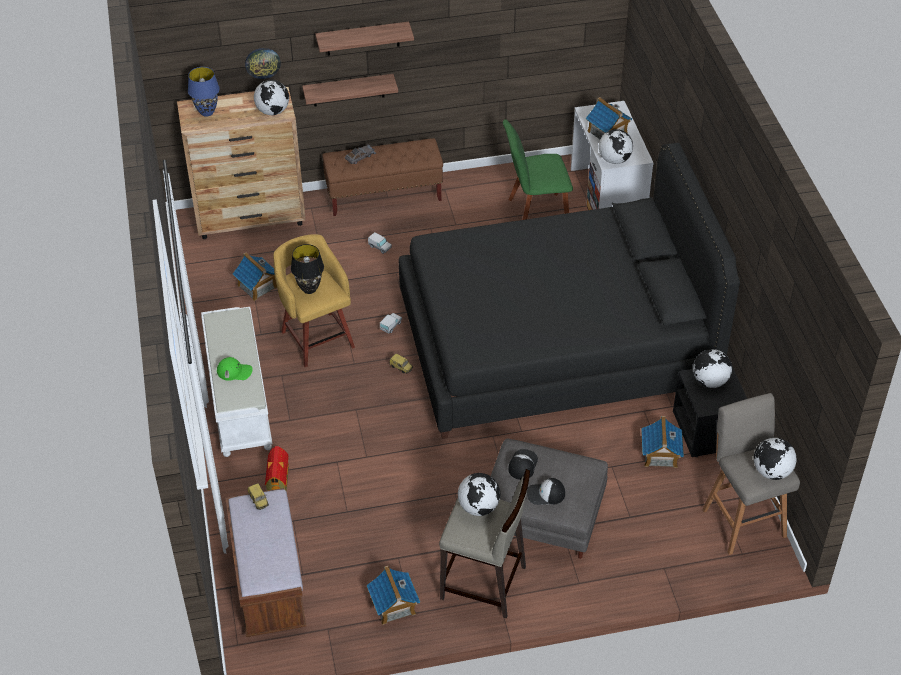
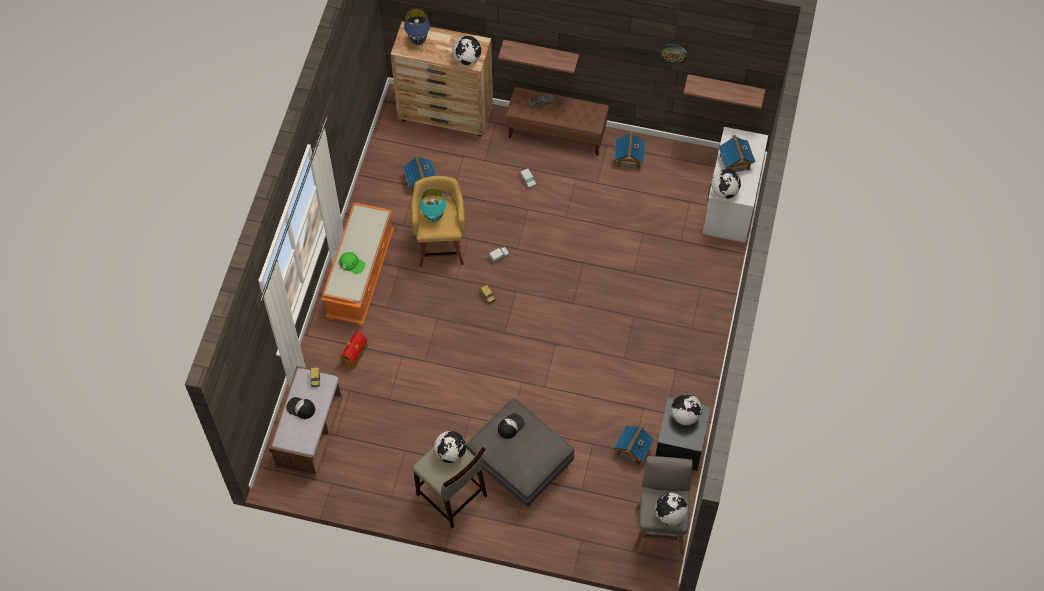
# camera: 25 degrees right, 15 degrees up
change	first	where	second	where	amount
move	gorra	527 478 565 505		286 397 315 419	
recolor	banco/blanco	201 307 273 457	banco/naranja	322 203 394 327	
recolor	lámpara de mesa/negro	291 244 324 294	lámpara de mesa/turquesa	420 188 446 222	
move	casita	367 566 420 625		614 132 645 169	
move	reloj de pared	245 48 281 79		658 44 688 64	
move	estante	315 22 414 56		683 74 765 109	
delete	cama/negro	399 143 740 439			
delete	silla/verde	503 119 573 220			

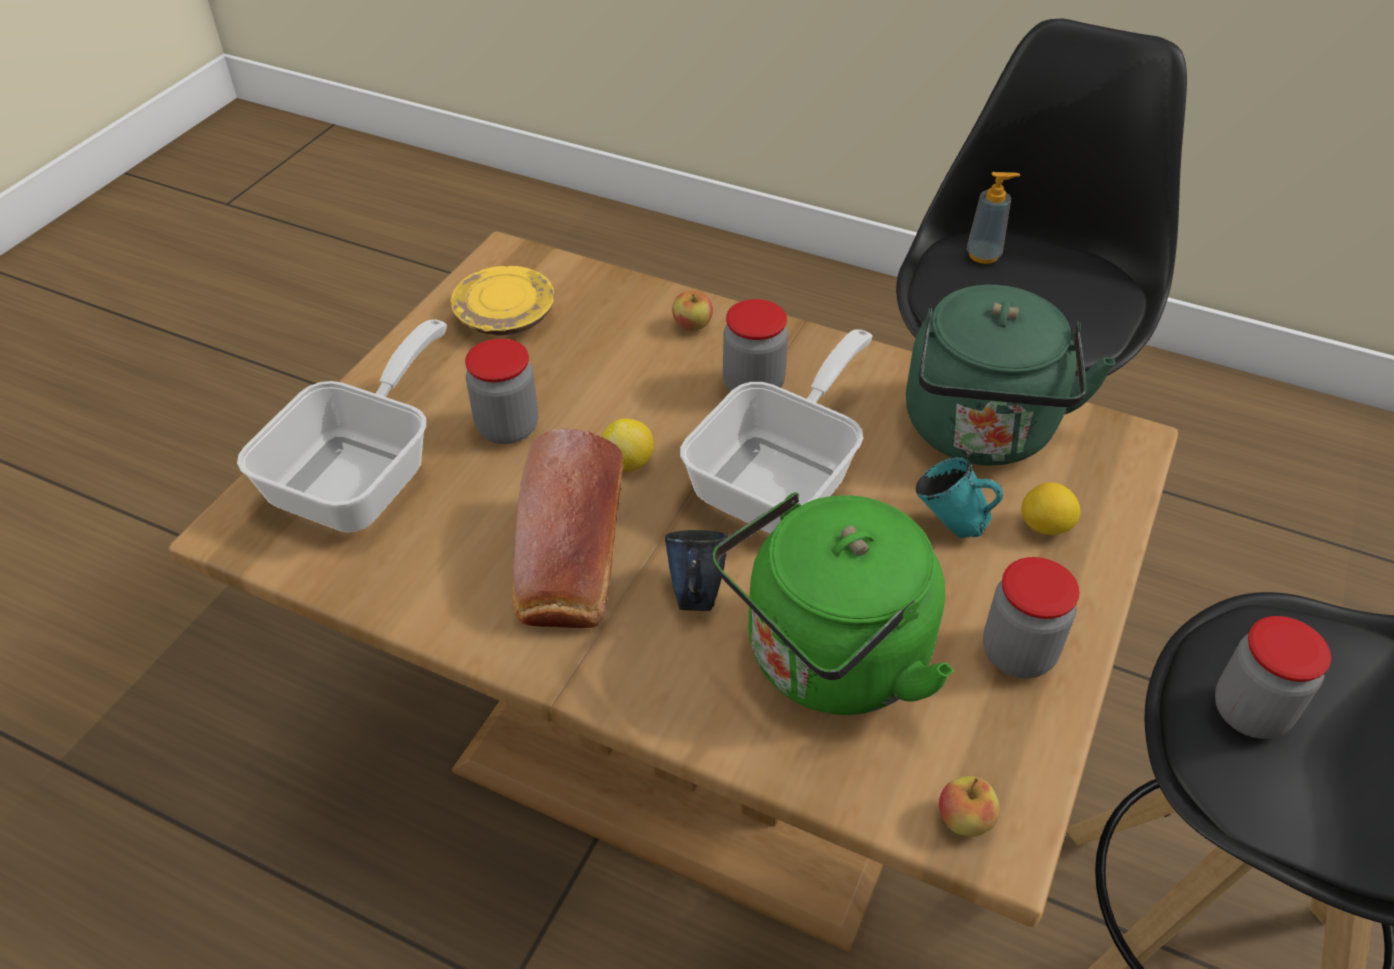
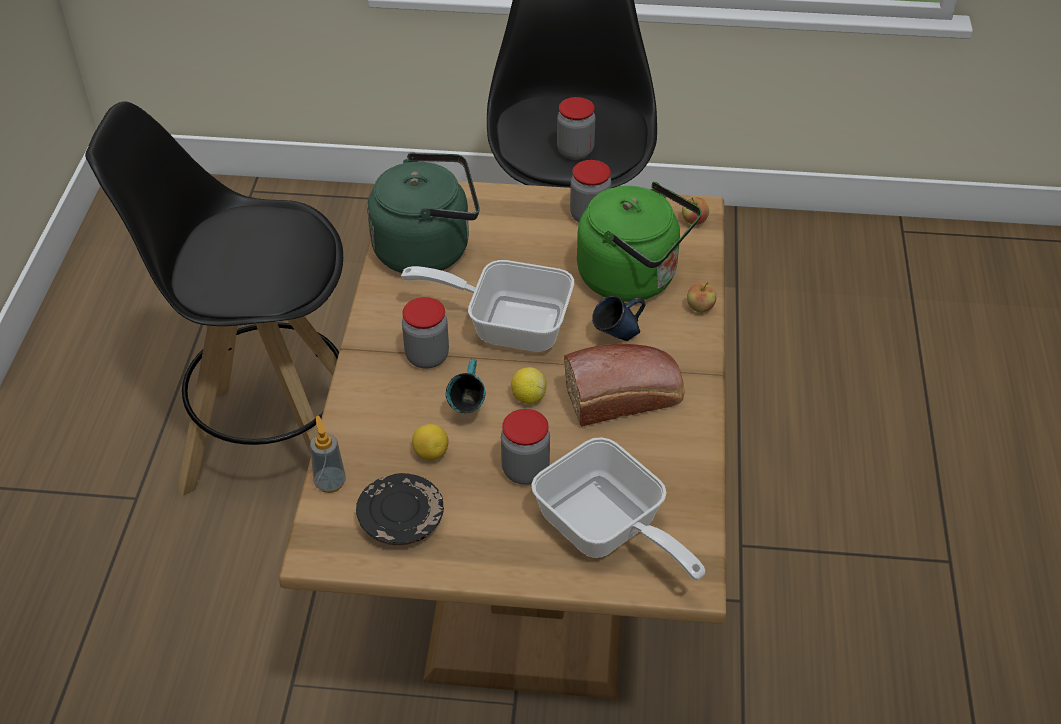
# camera: 110 degrees left, 0 degrees up
change	first	where	second	where	amount
move	dispensador de jabón	967 172 1020 264		310 416 346 493	
recolor	plato/amarillo	451 266 554 336	plato/negro	356 473 444 545	
move	limón	1021 482 1080 535		412 424 449 461	
move	taza grande/turquesa	916 457 1003 538		446 359 485 413	
rotate	sartén	237 319 447 532		531 437 705 581	135 degrees counterclockwise
move	manzana	672 290 713 331		687 282 716 313	

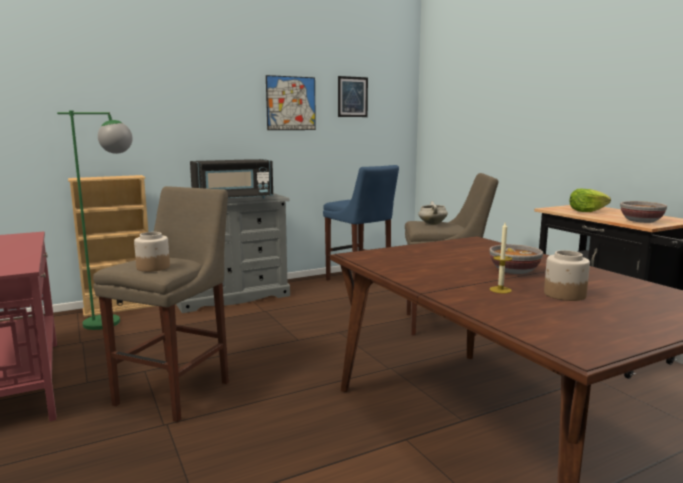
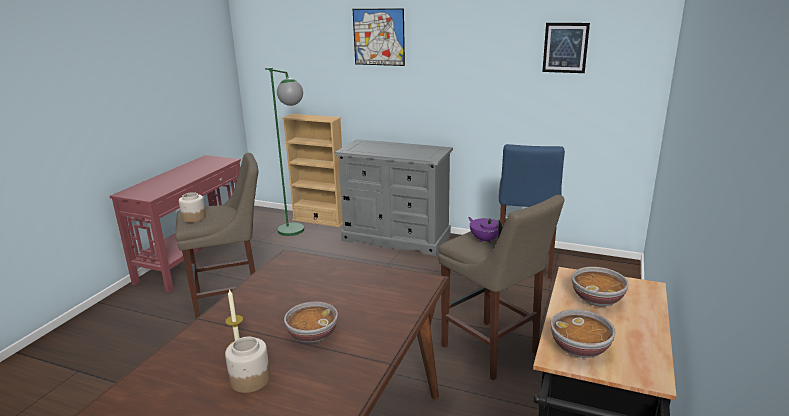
# camera: 50 degrees right, 10 degrees up
change	first	where	second	where	amount
move	cuadro	266 75 316 130		353 8 405 66	
replace	olla/blanco	418 201 448 225	tetera/morado	468 217 503 243	
replace	lechuga	570 189 611 212	cuenco	572 267 629 306	
delete	microondas/negro	190 159 273 199			

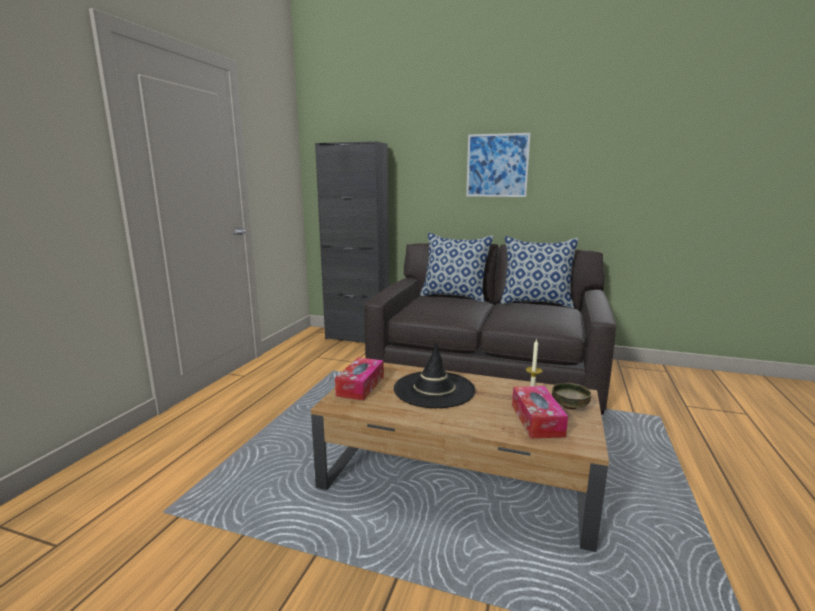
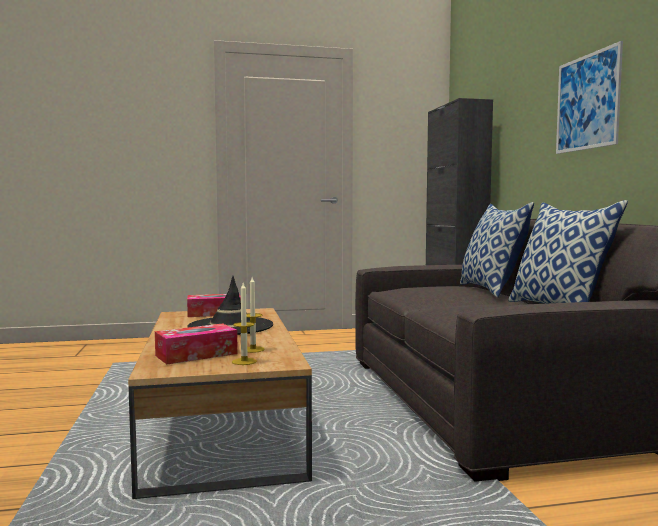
# camera: 60 degrees right, 10 degrees down
change	first	where	second	where	amount
replace	cuenco	552 383 591 410	vela	232 283 257 365	

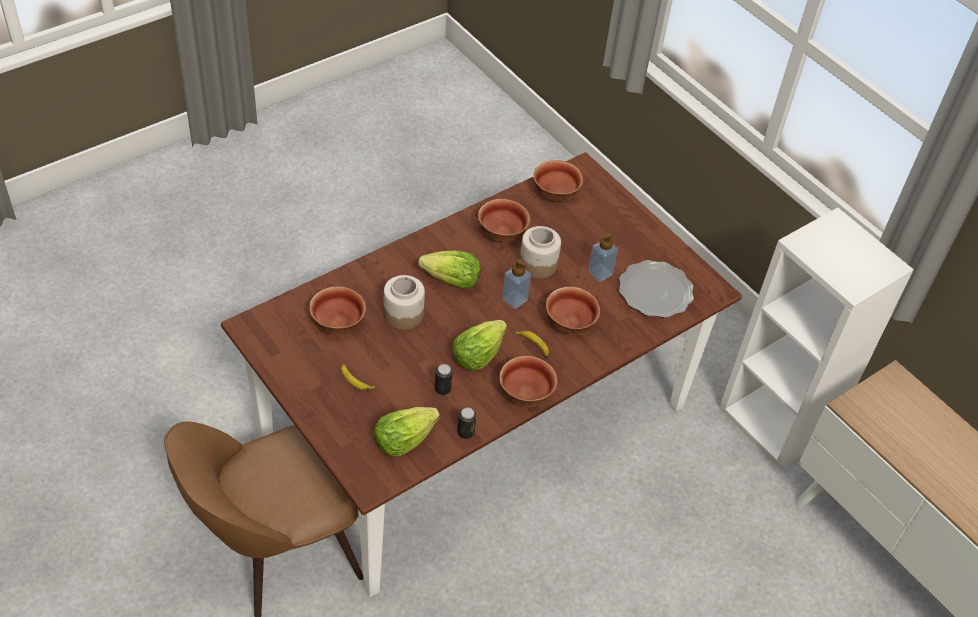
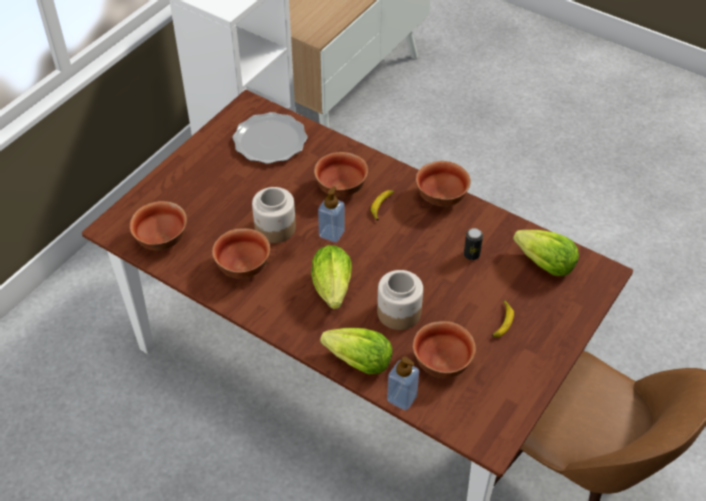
# camera: 105 degrees left, 0 degrees up
change	first	where	second	where	amount
move	lechuga	452 320 507 371		320 328 392 374	
move	dispensador de jabón	588 233 618 282		387 356 419 410	
delete	lata	458 408 476 439			

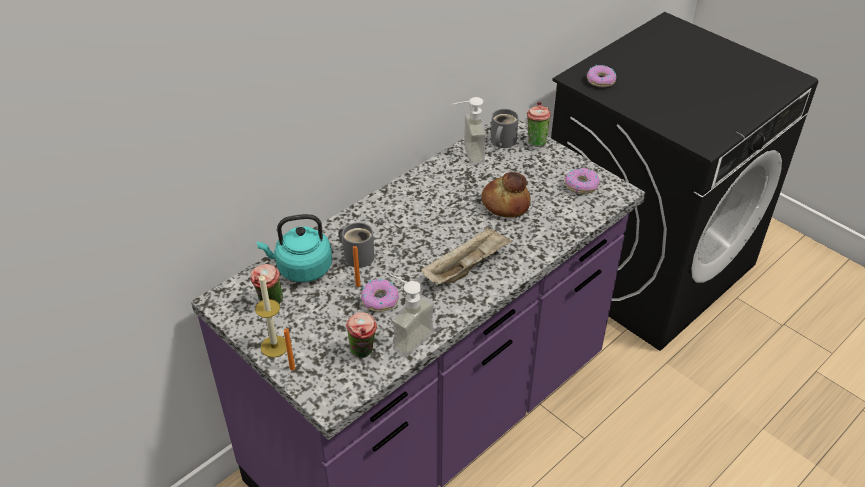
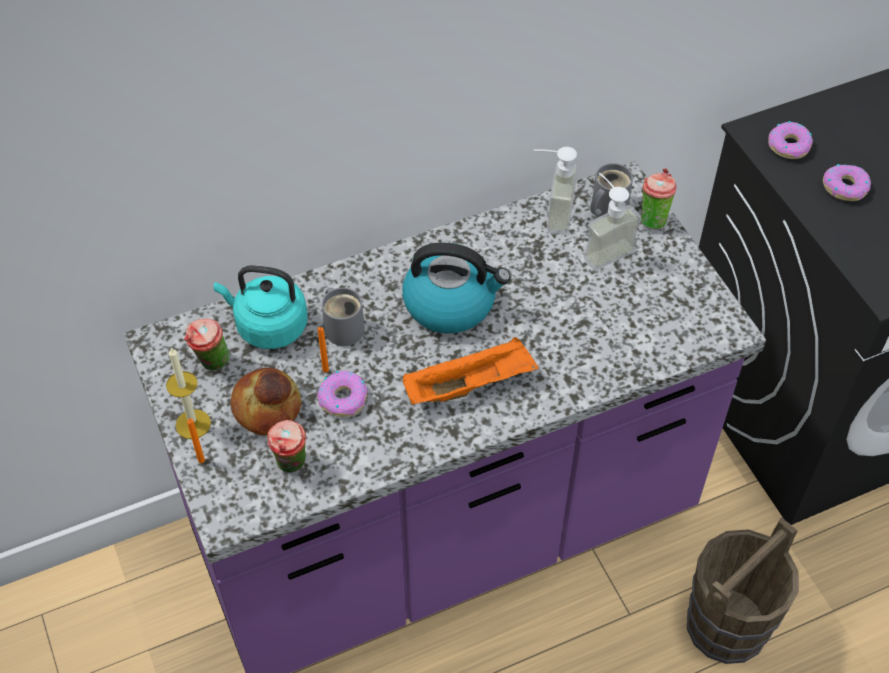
# camera: 20 degrees right, 10 degrees up
change	first	where	second	where	amount
move	pan	481 172 530 218		231 368 301 435	
insert			hervidor	402 242 511 333	
recolor	bandeja/beis	421 226 513 286	bandeja/naranja	403 337 539 405	
move	dispensador de jabón	390 274 434 358		584 173 641 270	
insert			cubo/marrón	687 517 799 664	
move	rosquilla	565 168 600 194		823 164 871 201	

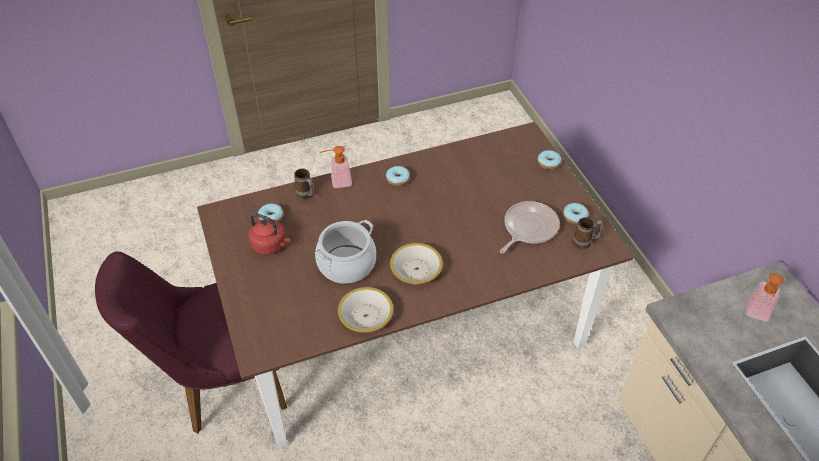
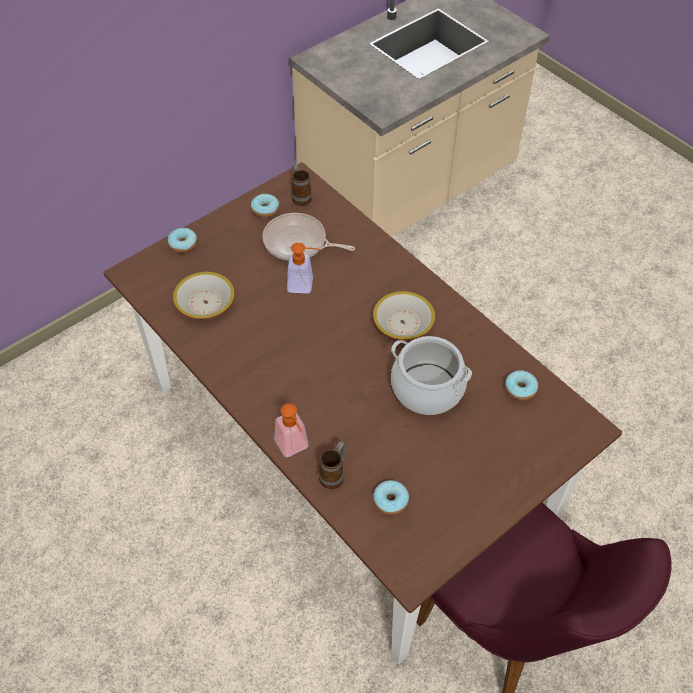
# camera: 110 degrees left, 5 degrees up
change	first	where	second	where	amount
move	cuenco	338 287 394 333		173 272 235 319	
move	dispensador de jabón	746 273 784 322		287 243 323 294	
move	rosquilla	386 166 410 186		505 370 538 401	
delete	hervidor/rojo	248 213 290 255			

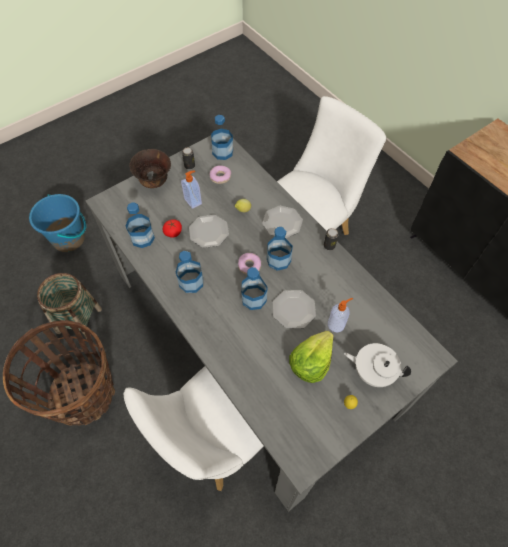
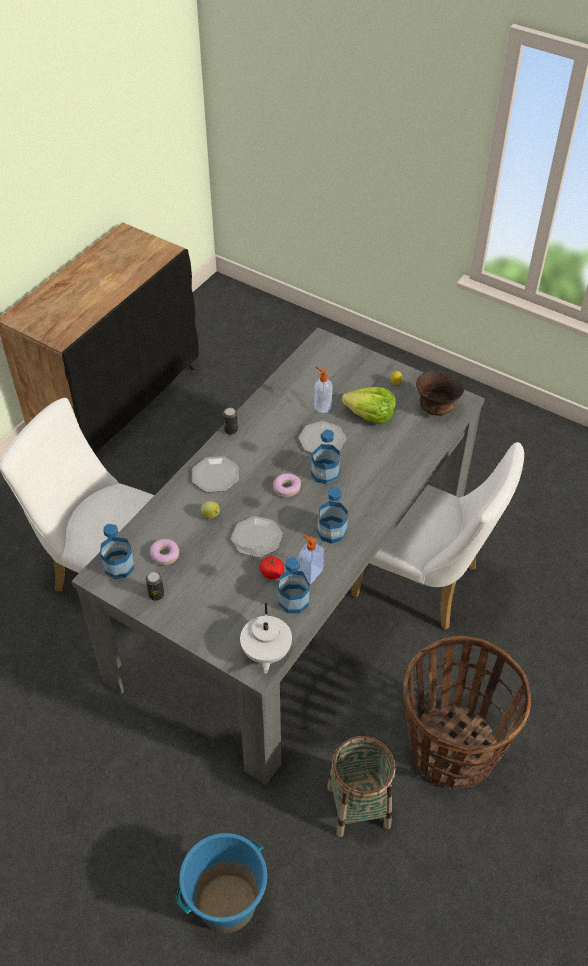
# camera: 110 degrees left, 10 degrees down
change	first	where	second	where	amount
move	tetera/blanco	344 343 411 387		240 603 292 674	
move	dispensador de jabón	181 171 202 209		298 536 324 584	
move	cuenco/marrón	129 149 171 188		416 371 464 416	
delete	botella	267 227 293 271			

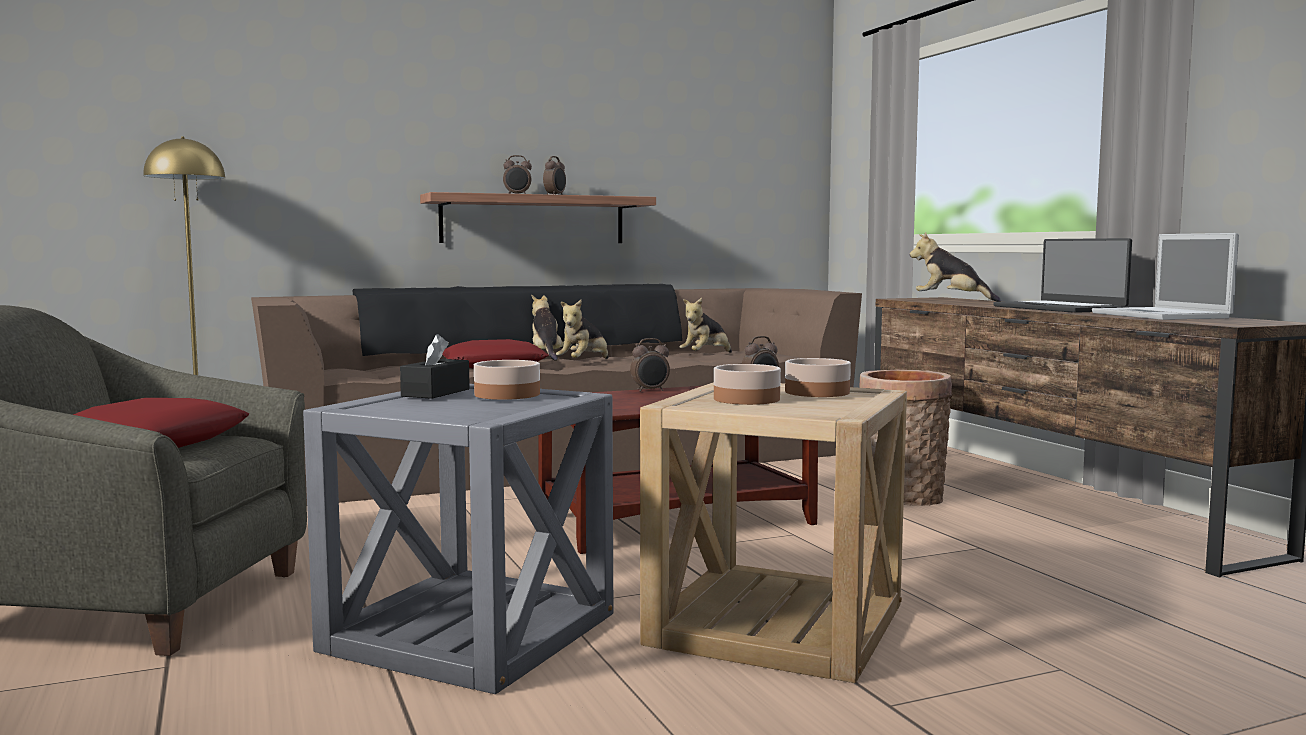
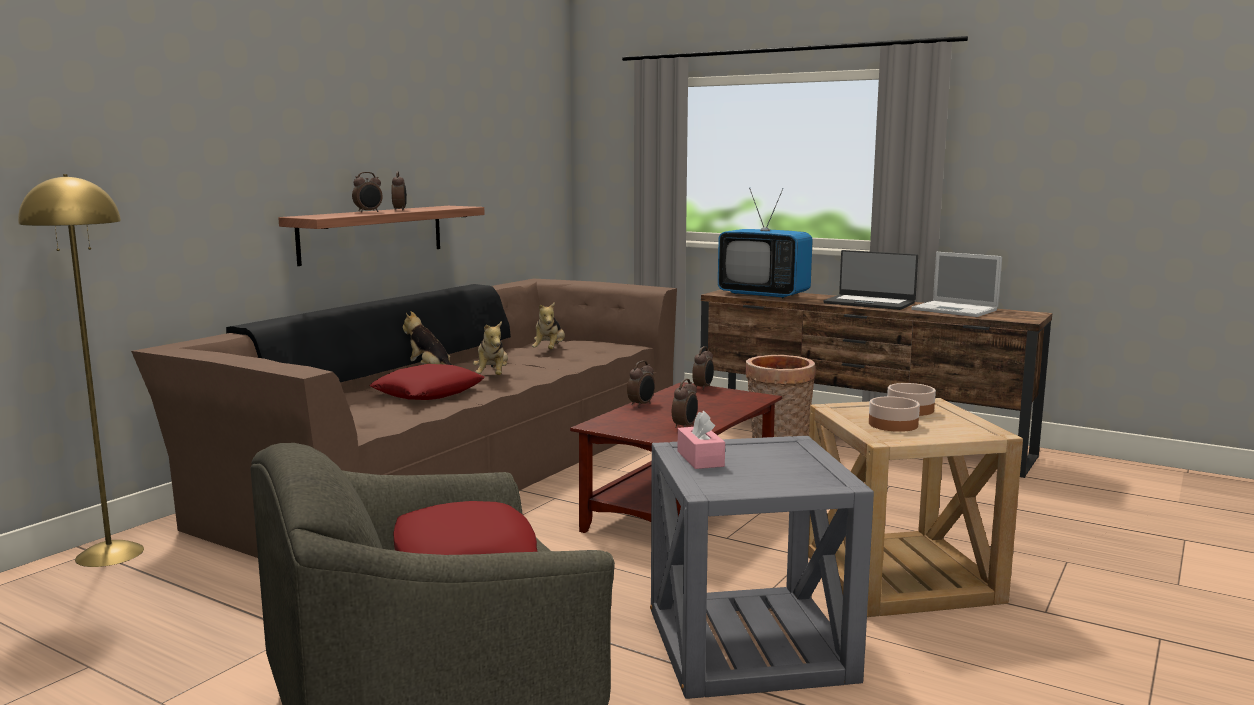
# camera: 35 degrees left, 5 degrees up
change	first	where	second	where	amount
insert			despertador	672 379 698 428	
recolor	caja de pañuelos/negro	400 334 470 399	caja de pañuelos/rosa	678 411 725 469	
replace	peluche	910 232 1001 302	televisor	718 187 813 298	
delete	cuenco	474 360 540 400			

